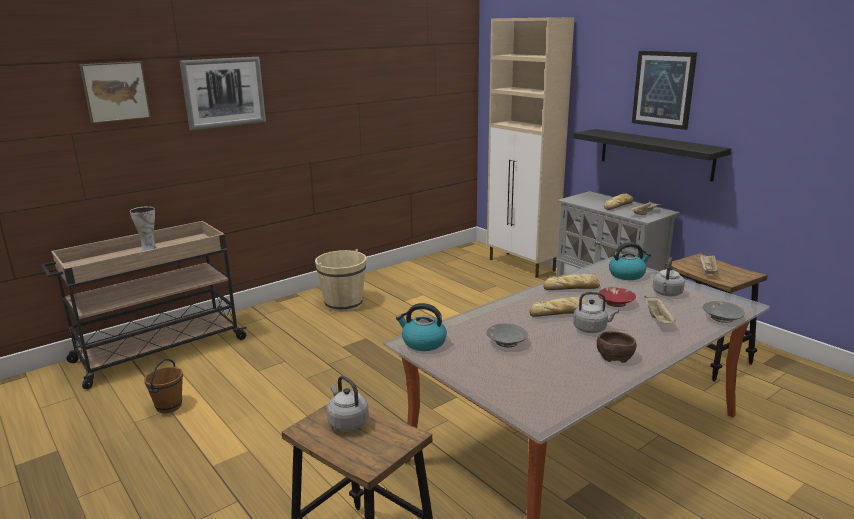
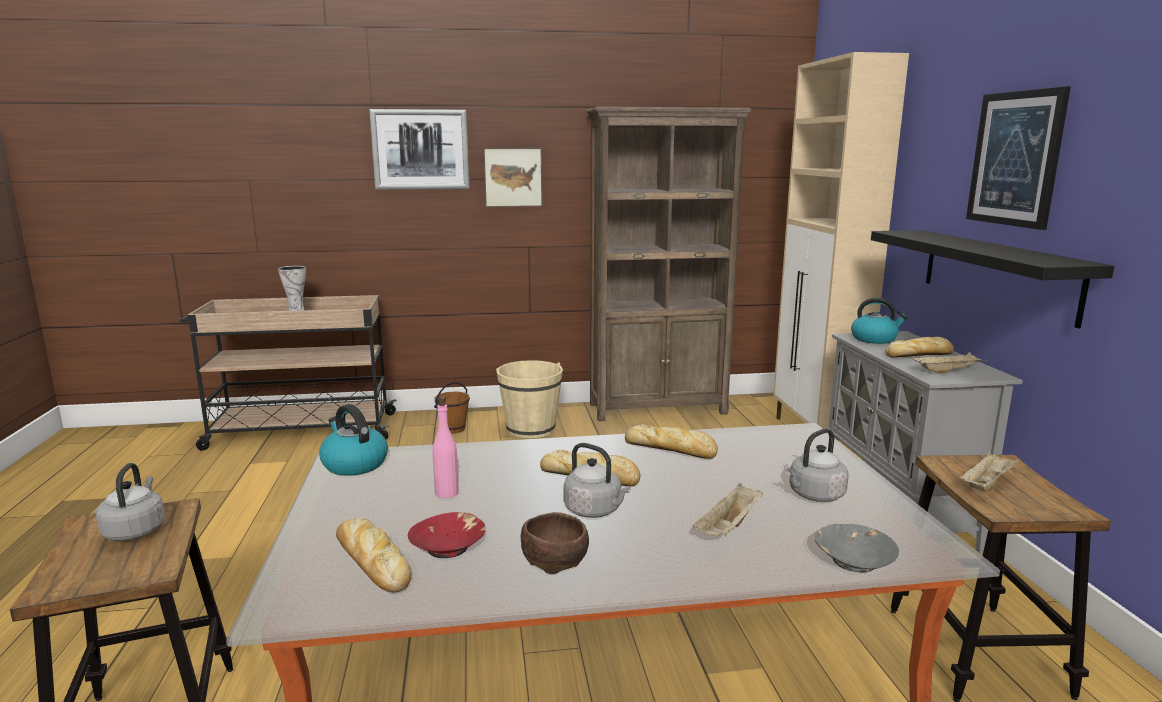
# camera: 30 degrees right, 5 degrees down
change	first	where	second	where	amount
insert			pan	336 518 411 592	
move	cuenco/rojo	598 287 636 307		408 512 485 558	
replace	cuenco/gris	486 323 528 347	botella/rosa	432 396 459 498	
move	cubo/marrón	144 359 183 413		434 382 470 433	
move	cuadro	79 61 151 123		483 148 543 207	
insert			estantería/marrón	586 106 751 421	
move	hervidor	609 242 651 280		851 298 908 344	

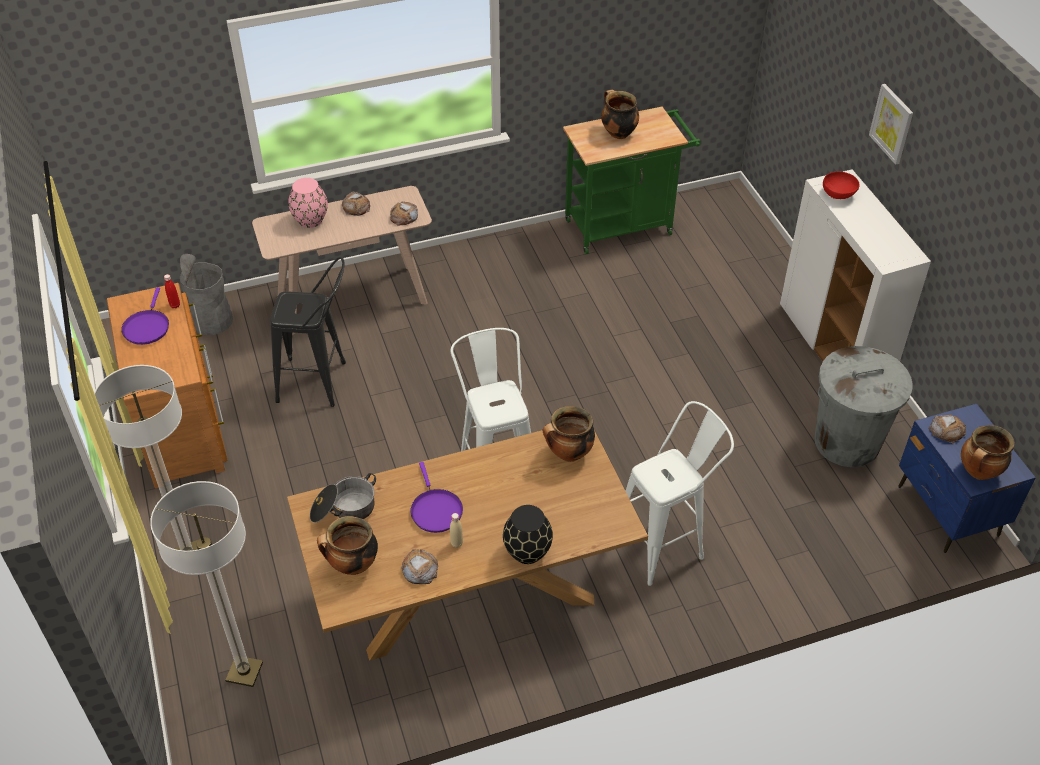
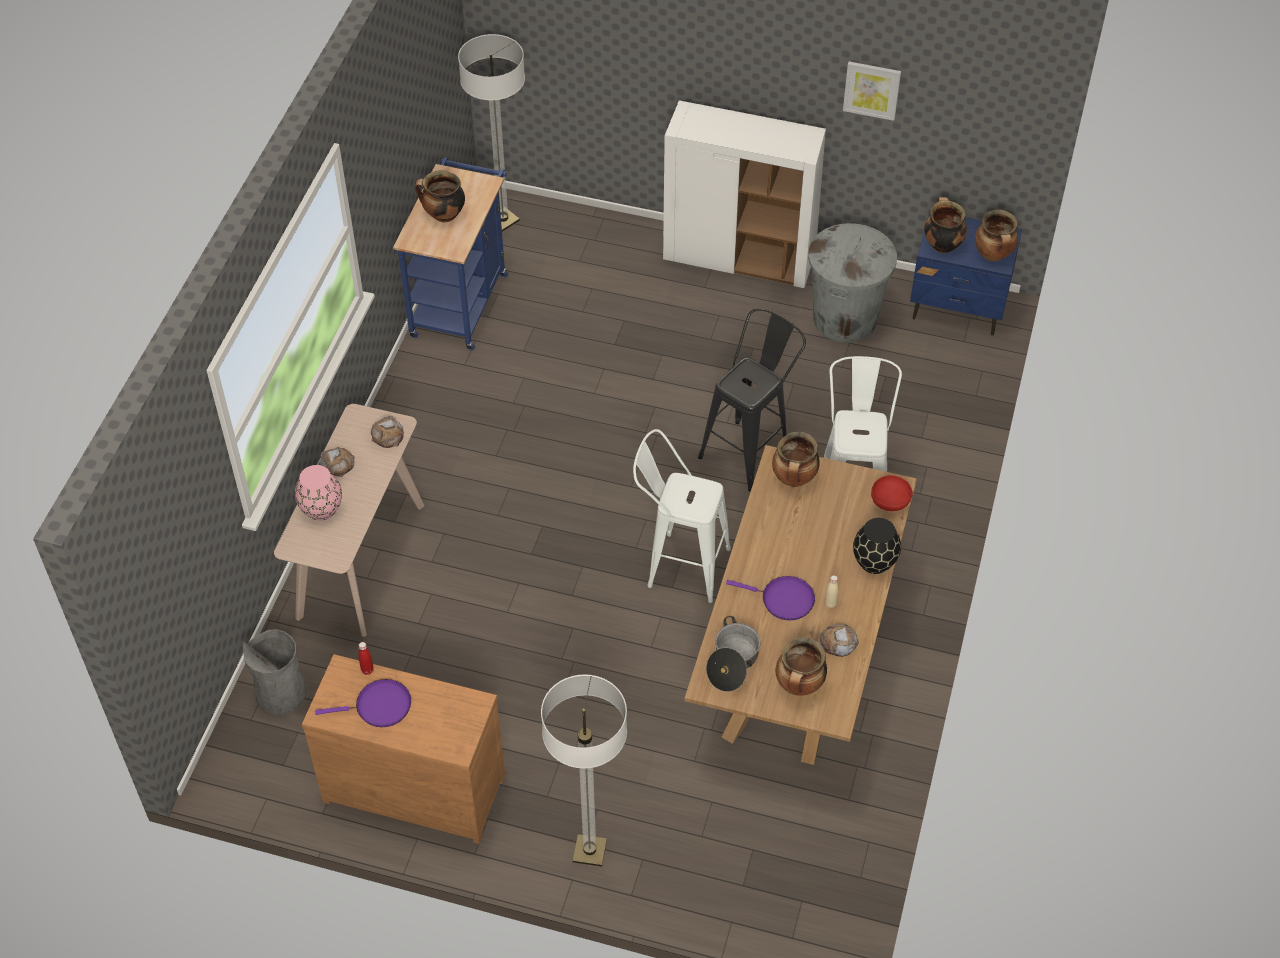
# camera: 55 degrees left, 5 degrees up
change	first	where	second	where	amount
rotate	sartén/morado	121 287 169 345		315 679 411 727	45 degrees counterclockwise
recolor	carrito/verde	563 107 701 254	carrito/azul	393 157 508 350	
move	lámpara de pie	150 481 263 687		458 34 525 232	
move	taburete/negro	270 257 346 407		698 309 806 492	
move	cuadro	869 84 913 165		843 61 901 121	
move	cuenco/rojo	823 172 859 199		871 475 913 511	
replace	pan	929 414 966 444	olla	924 197 967 253	

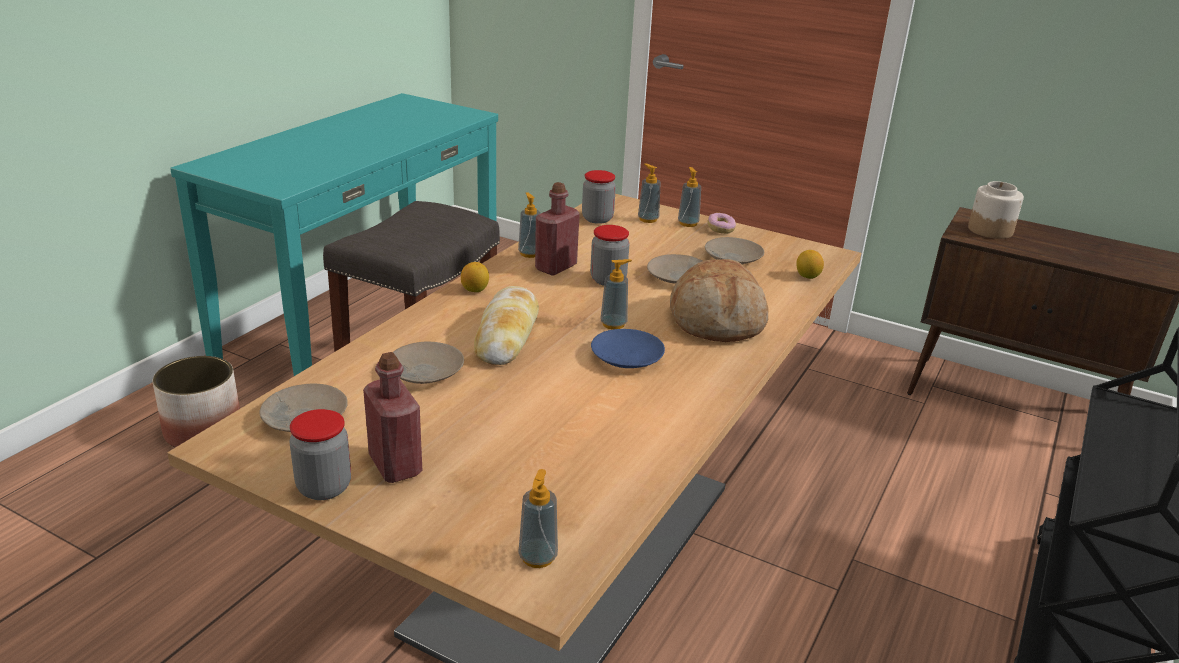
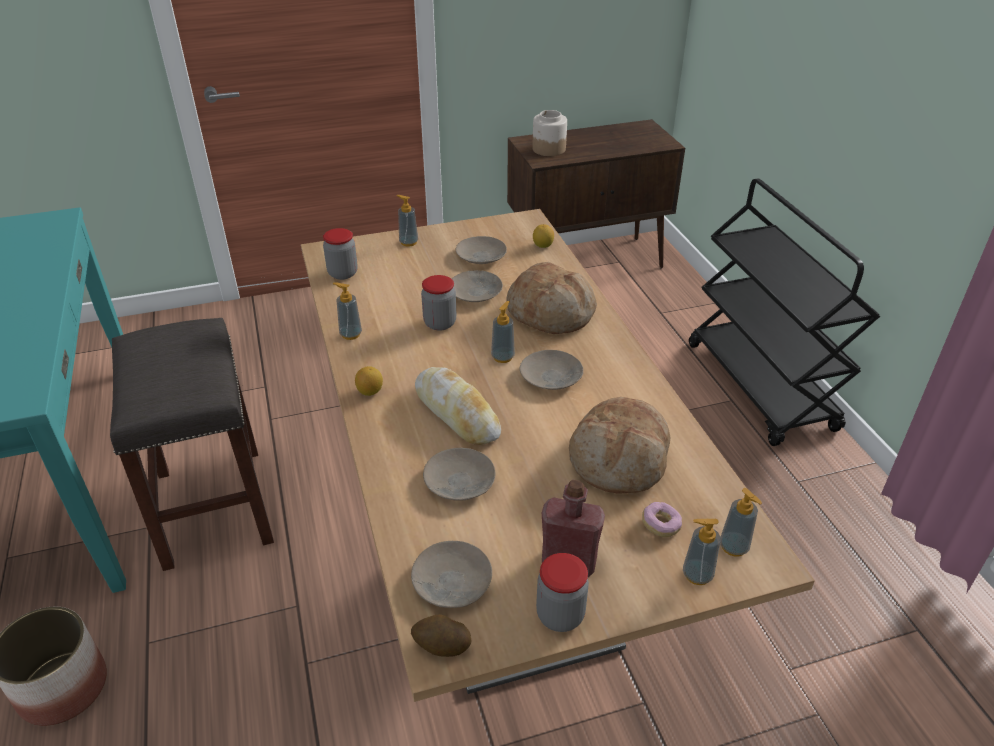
# camera: 45 degrees left, 10 degrees up
change	first	where	second	where	amount
insert			patata	411 614 472 657	
recolor	plato/azul	591 329 665 368	plato/beis	520 350 584 390	
insert			pan	569 397 671 494	
move	rosquilla	707 213 736 234		642 502 682 537	
move	dispensador de jabón	638 163 661 223		683 519 721 585	
delete	botella/rojo	535 182 580 276			

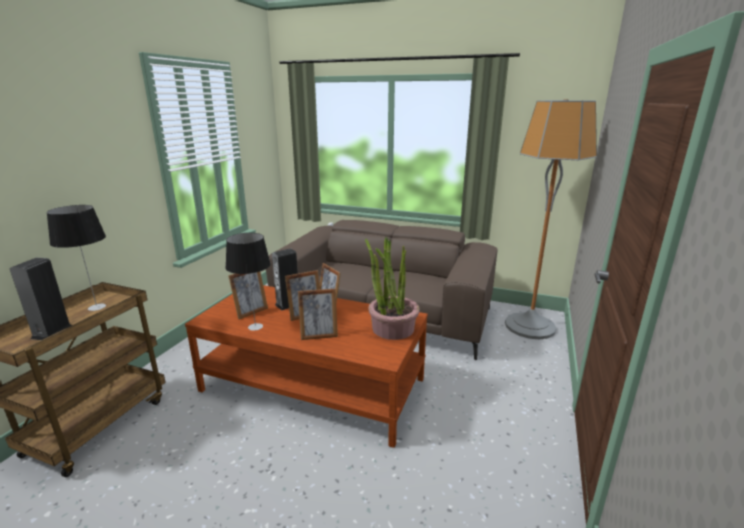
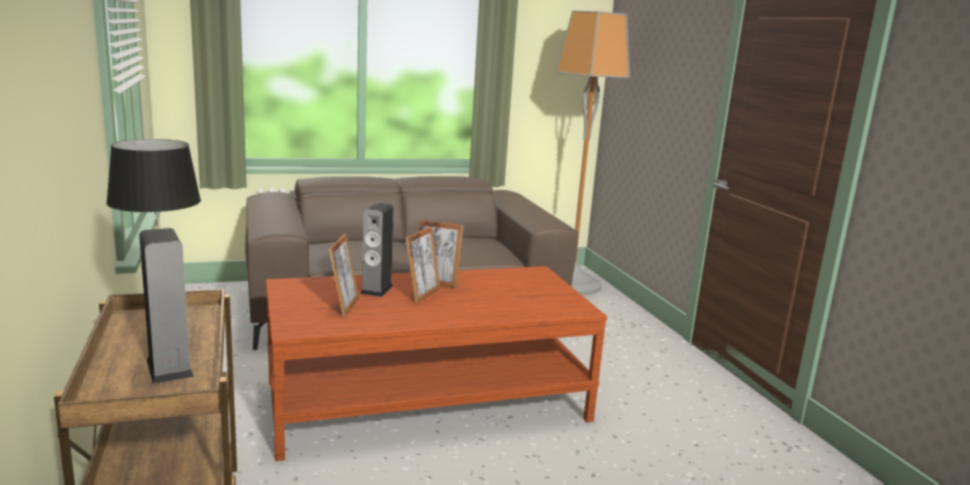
# camera: 40 degrees left, 5 degrees down
change	first	where	second	where	amount
delete	lámpara de mesa	226 233 271 331			
delete	portarretratos	298 289 338 340			
delete	planta en maceta	365 237 420 340			

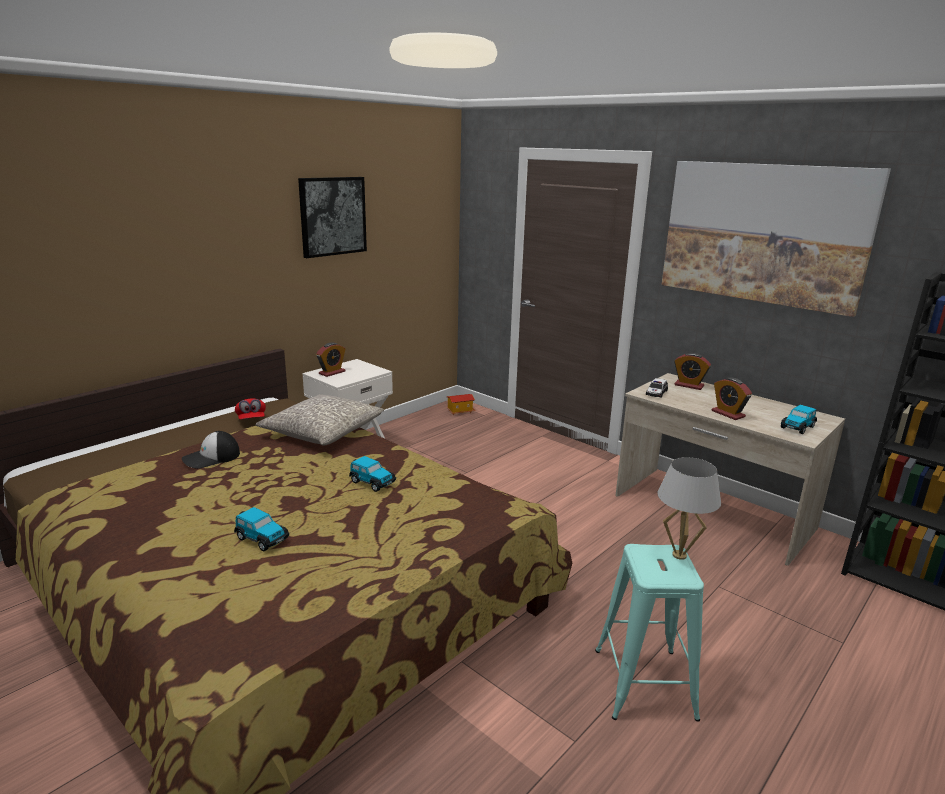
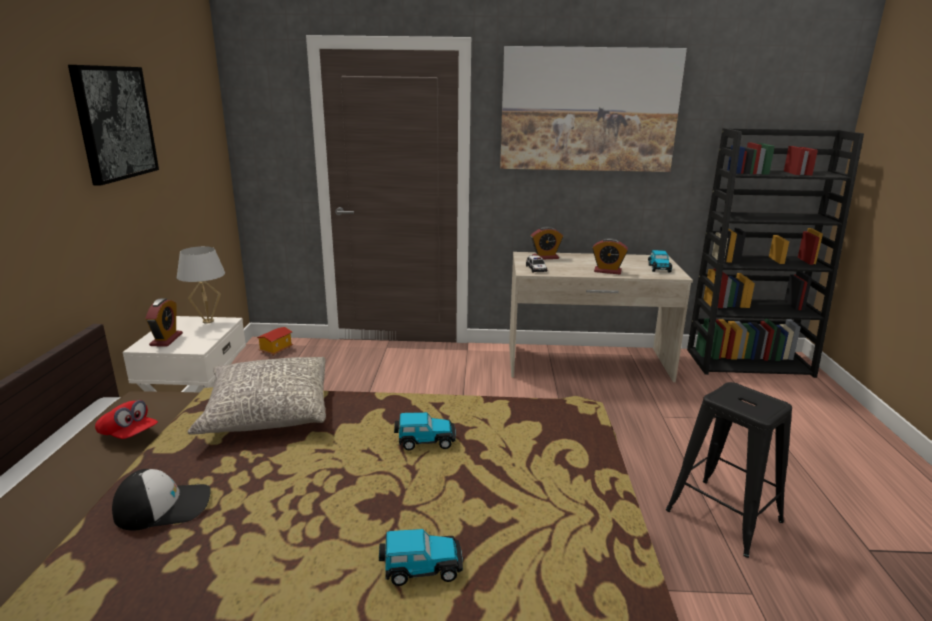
# camera: 40 degrees left, 0 degrees up
change	first	where	second	where	amount
rotate	gorra	182 431 240 469		112 469 211 530	120 degrees counterclockwise
move	lámpara de mesa/blanco	657 457 721 560		177 246 225 324	
recolor	taburete/turquesa	595 544 704 722	taburete/negro	666 382 792 558	

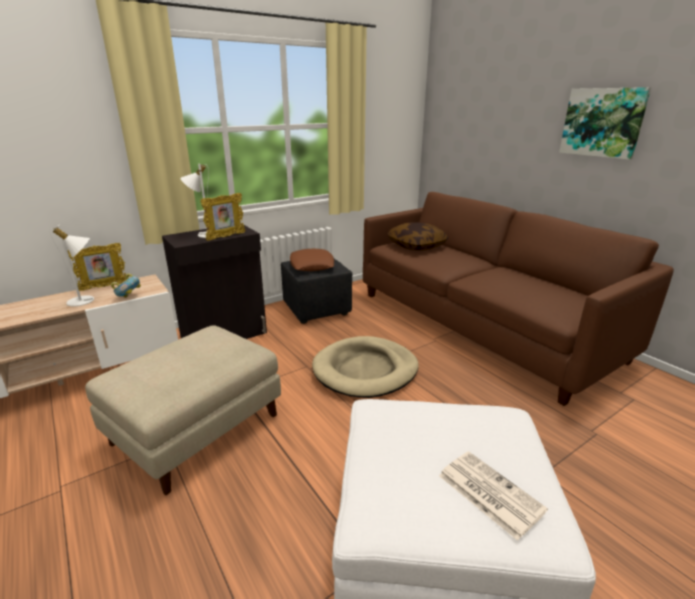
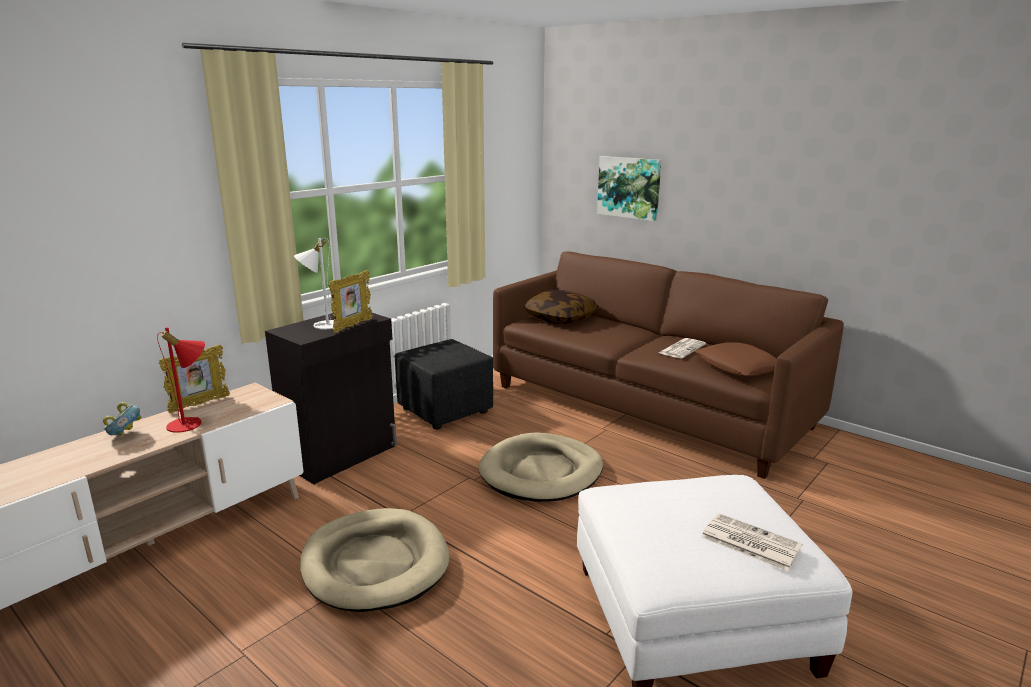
# camera: 15 degrees left, 5 degrees down
change	first	where	second	where	amount
move	cuenco	111 274 141 298		103 402 142 436	
recolor	lámpara de mesa/blanco	50 225 94 306	lámpara de mesa/rojo	157 327 205 433	
replace	puf/beis	85 325 281 495	cama para perro/beis	300 508 449 612	
move	cuadro	559 87 651 160		597 156 661 221	
insert			periódico	659 338 706 358	
move	cojín/marrón	290 249 334 271		695 342 777 376	

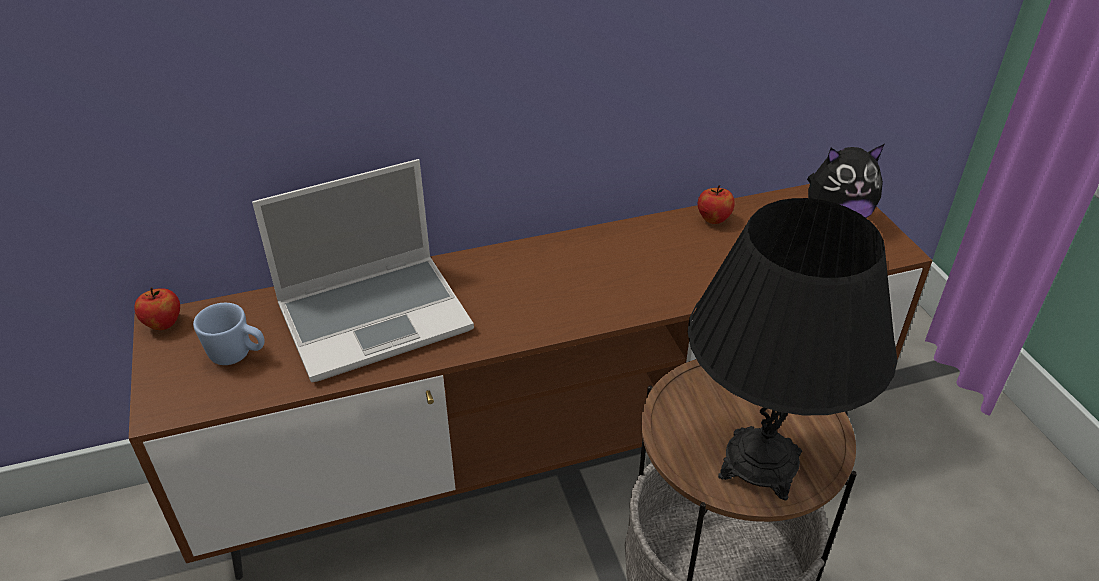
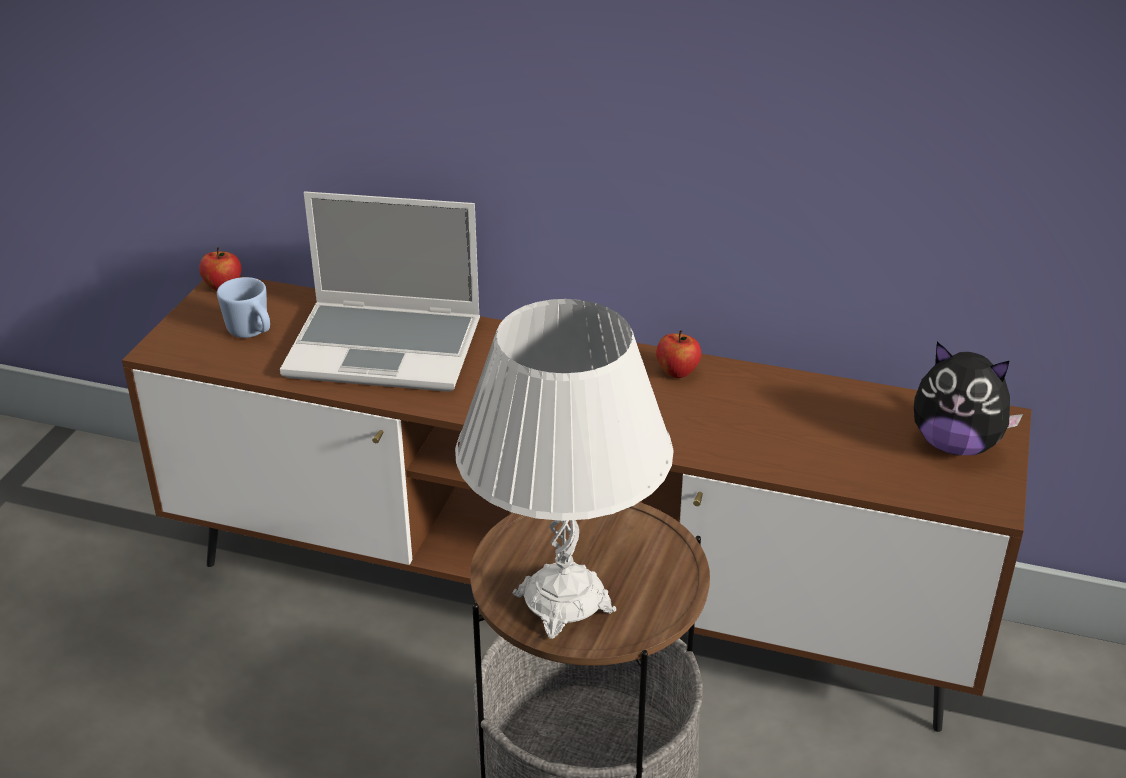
# camera: 35 degrees right, 5 degrees down
change	first	where	second	where	amount
recolor	lámpara de mesa/negro	688 198 897 500	lámpara de mesa/blanco	455 299 674 639	
move	manzana	698 185 735 224		656 330 701 378	

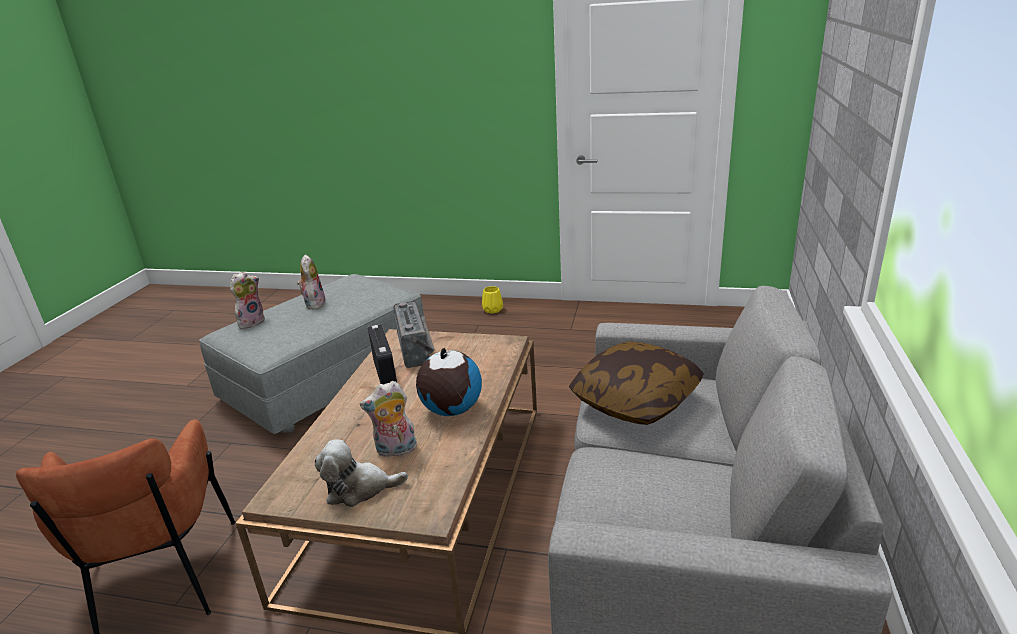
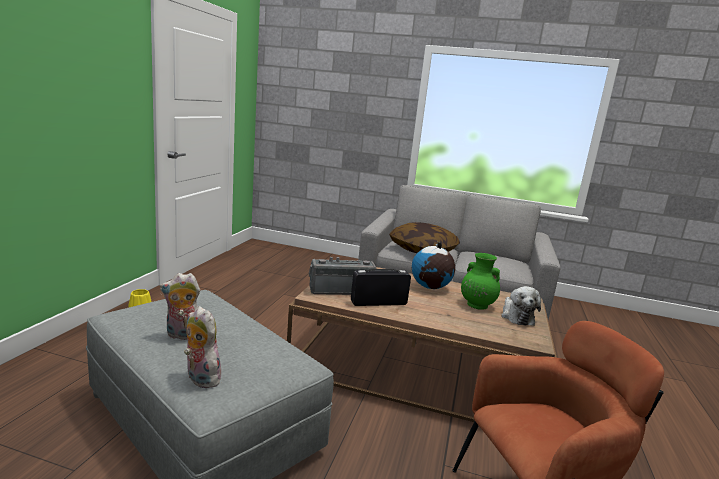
# camera: 90 degrees left, 10 degrees down
change	first	where	second	where	amount
replace	peluche	360 381 417 458	florero/verde	461 253 500 310	

